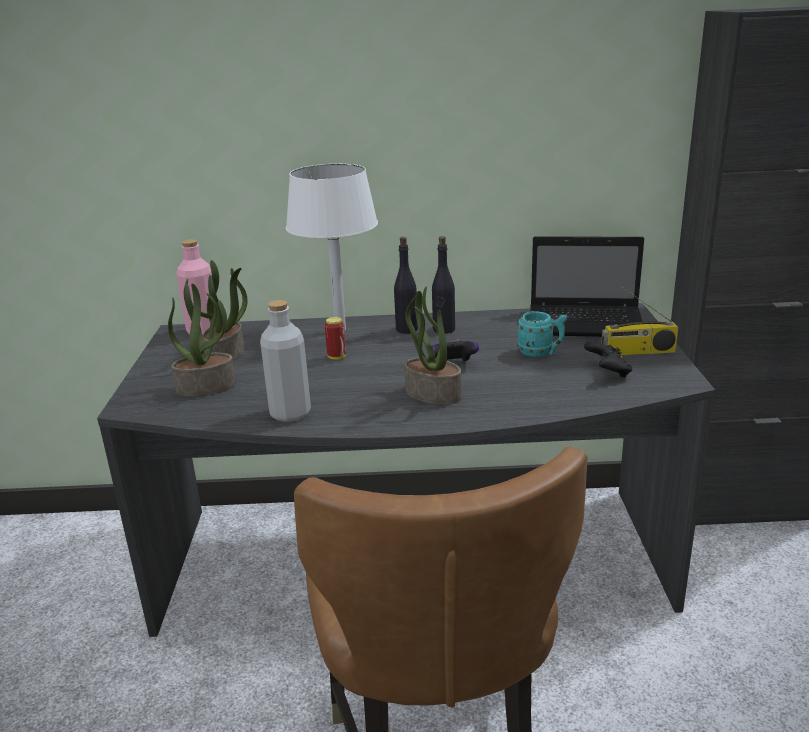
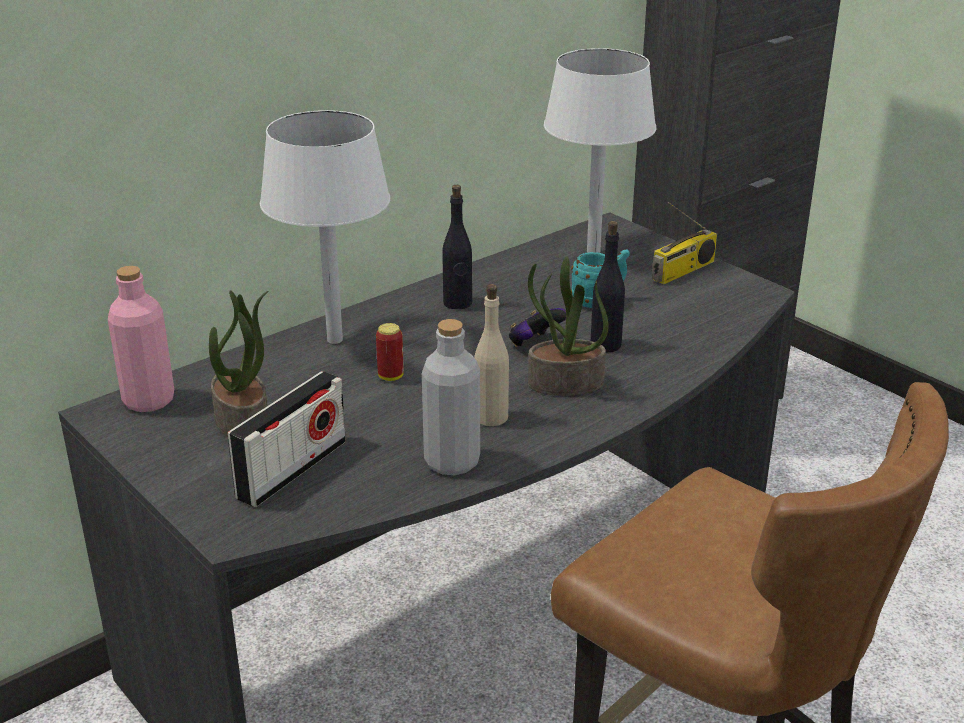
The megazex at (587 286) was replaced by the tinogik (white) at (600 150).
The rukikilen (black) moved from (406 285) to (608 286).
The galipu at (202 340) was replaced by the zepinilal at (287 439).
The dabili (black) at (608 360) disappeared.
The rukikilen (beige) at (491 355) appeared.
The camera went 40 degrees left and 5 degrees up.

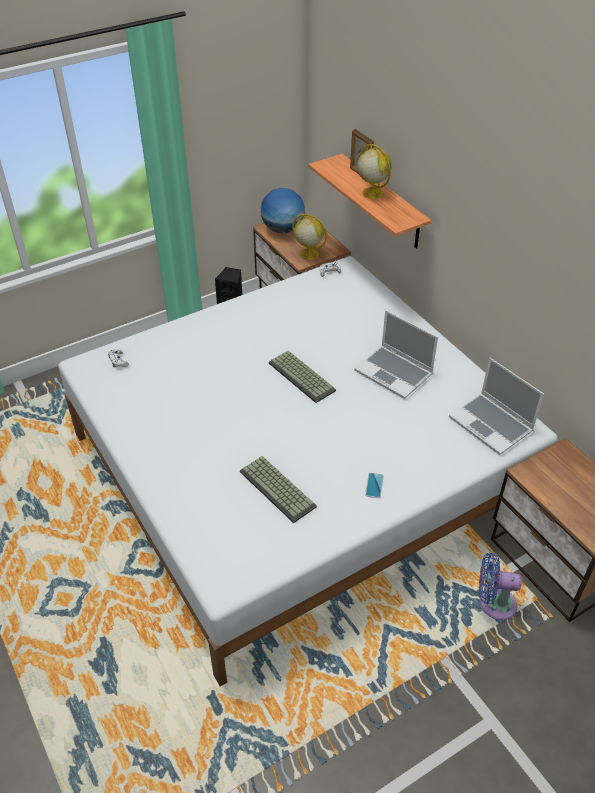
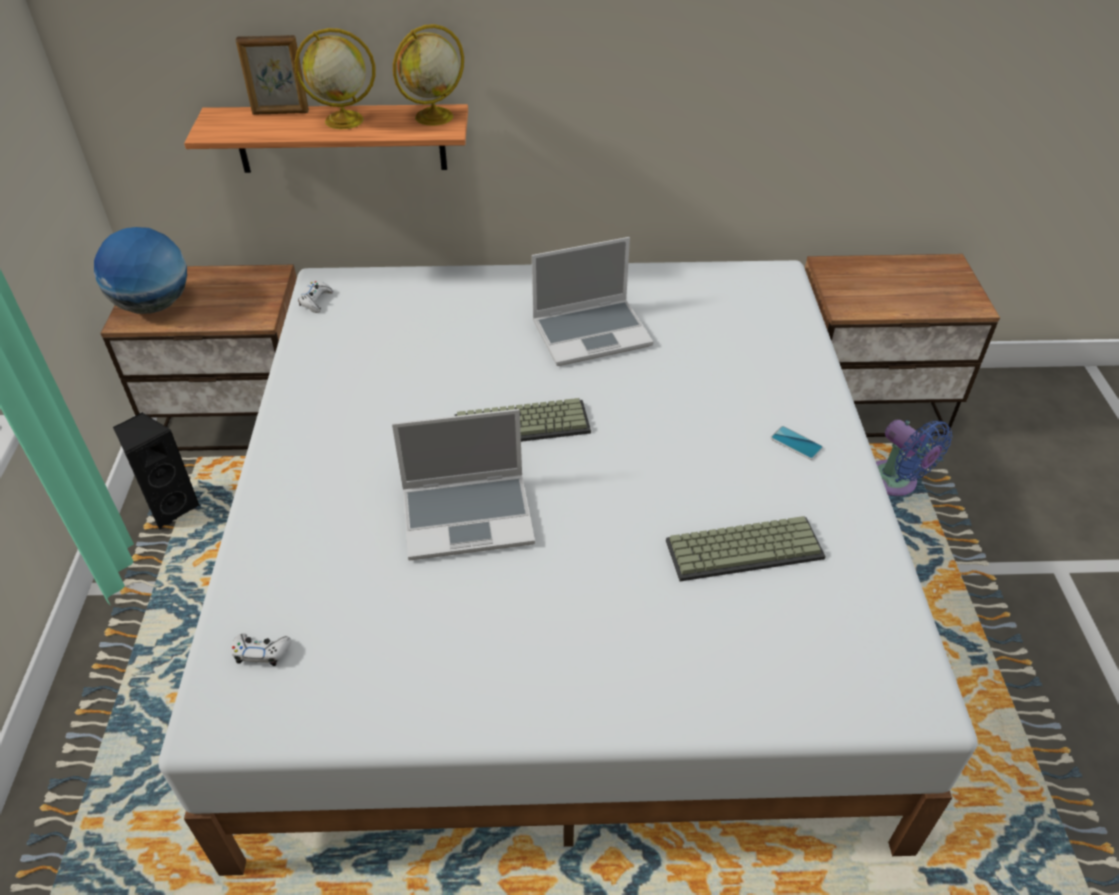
The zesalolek moved from (309 237) to (428 75).
The megazex moved from (496 406) to (463 484).
The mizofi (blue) at (500 587) turned 75 degrees counterclockwise.
The camera went 60 degrees left and 0 degrees up.

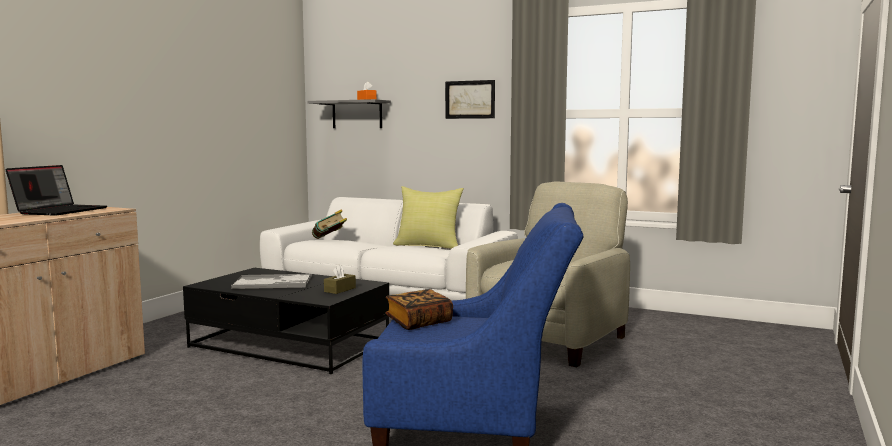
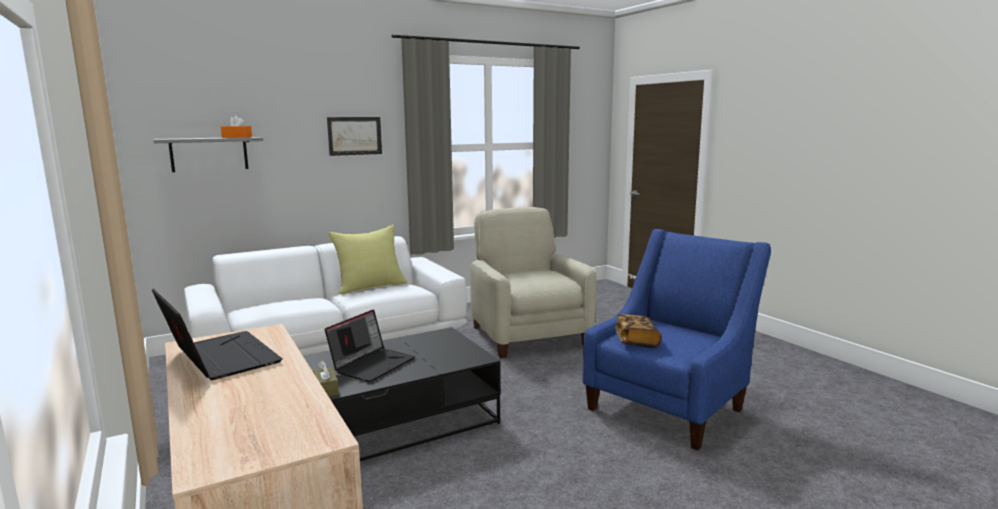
The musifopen at (329 224) disappeared.
The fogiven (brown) moved from (340 279) to (326 378).
The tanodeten at (271 281) was replaced by the megazex at (370 345).
The camera went 55 degrees left and 5 degrees up.

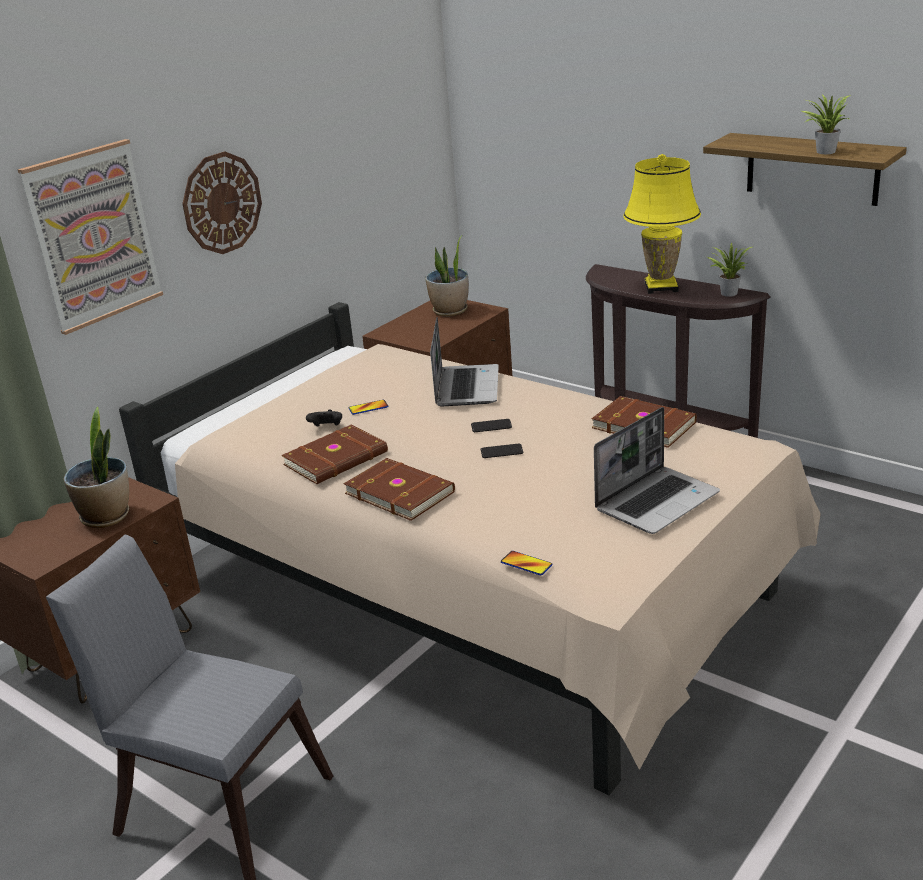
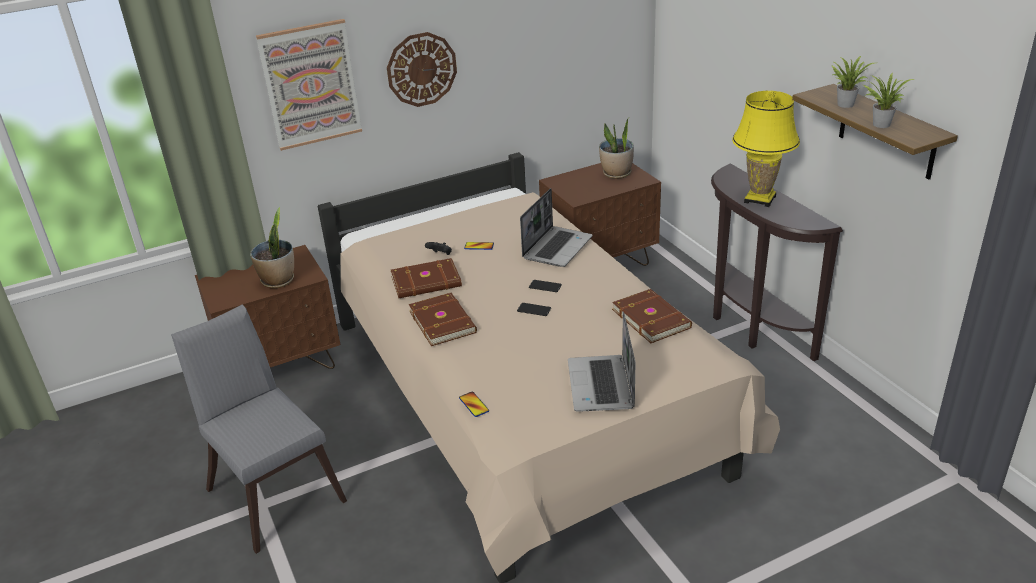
The galipu moved from (729 270) to (852 82).
The megazex at (657 470) turned 105 degrees clockwise.
The camera went 25 degrees right and 5 degrees up.

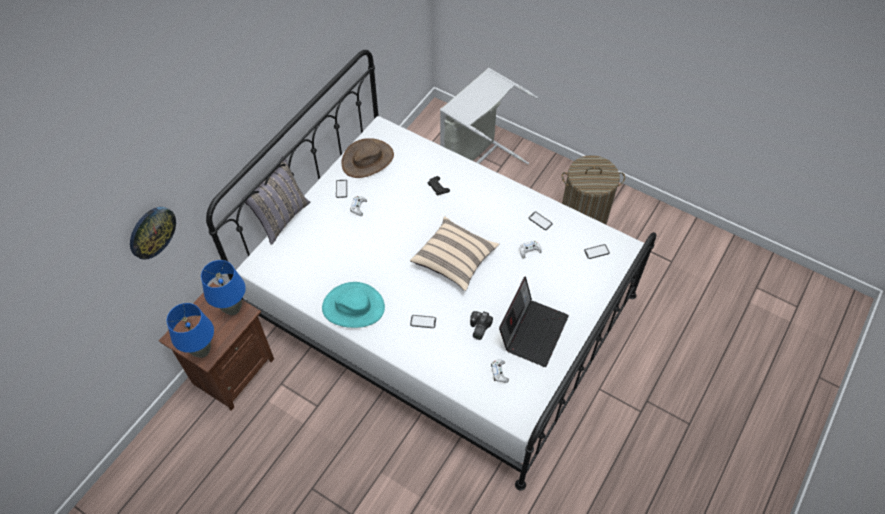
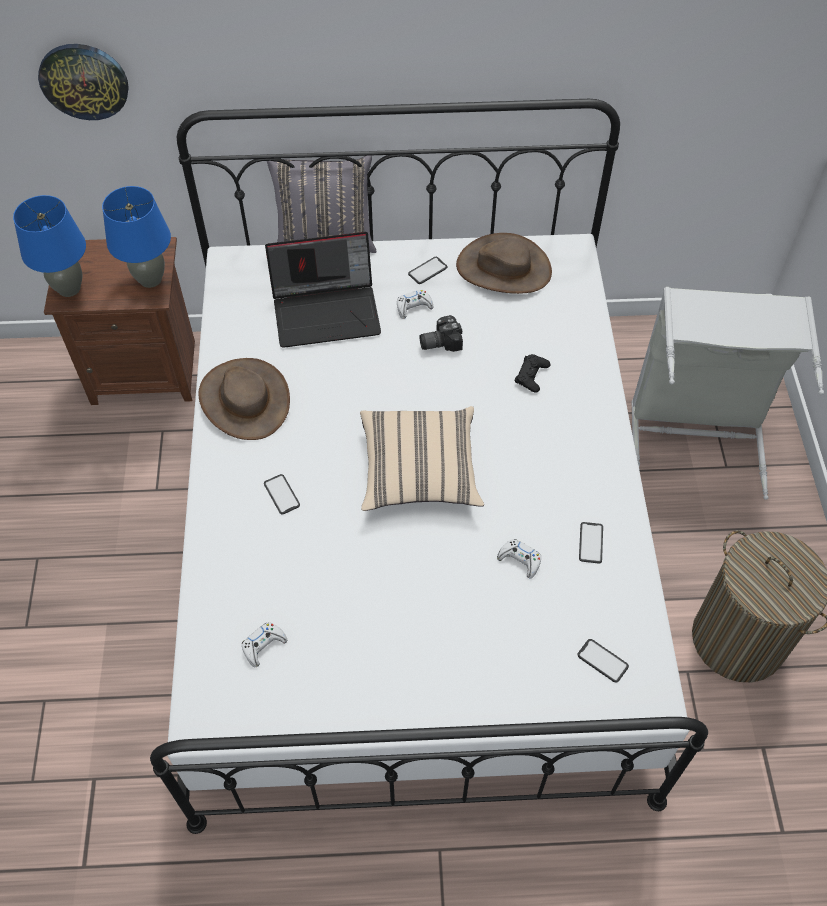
The megazex moved from (534 321) to (323 290).
The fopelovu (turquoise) at (353 305) became the fopelovu (brown) at (244 399).
The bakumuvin moved from (481 325) to (441 333).
The camera went 55 degrees right and 0 degrees up.

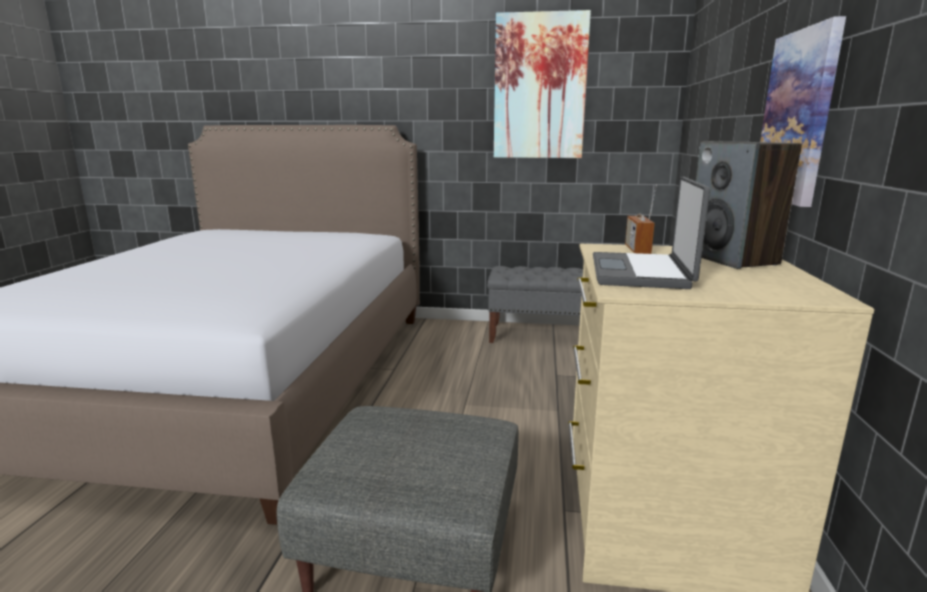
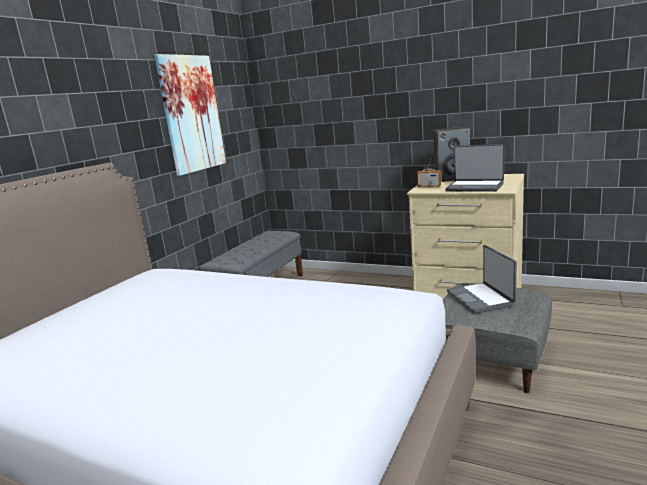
The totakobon at (803 111) disappeared.
The megazex at (482 279) appeared.
The camera went 70 degrees left and 0 degrees up.

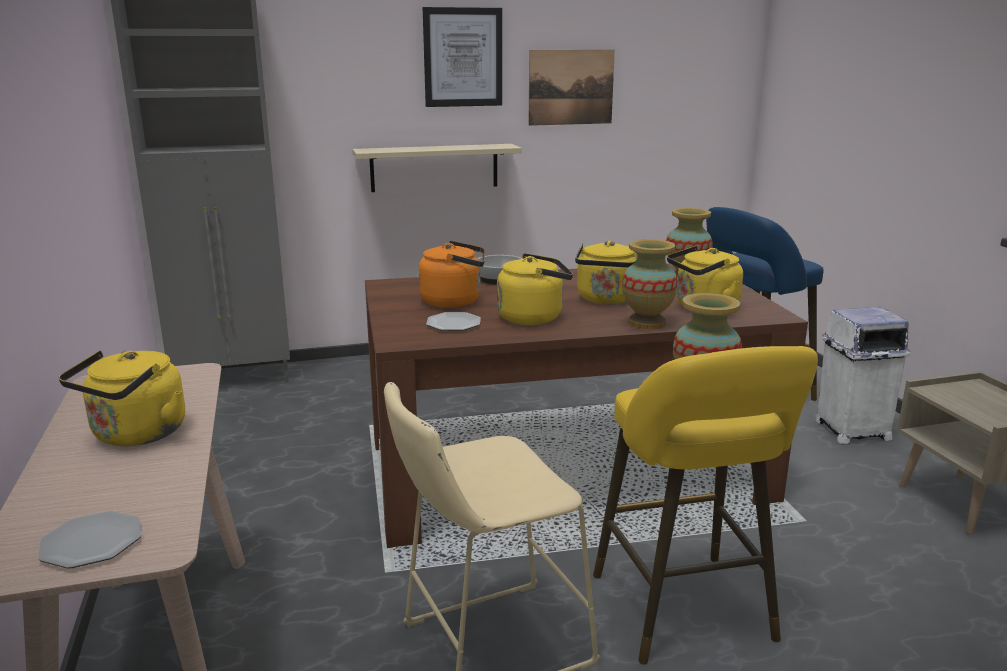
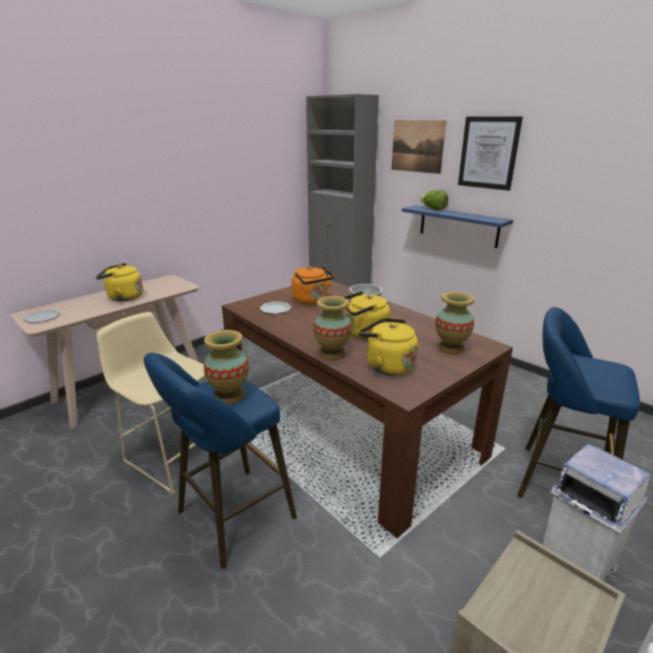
The totakobon moved from (571 88) to (419 147).
The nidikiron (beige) at (437 168) became the nidikiron (blue) at (457 226).
The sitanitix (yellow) at (535 289) disappeared.
The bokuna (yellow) at (705 505) became the bokuna (blue) at (220 461).
The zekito at (434 200) appeared.
The camera went 60 degrees right and 5 degrees up.

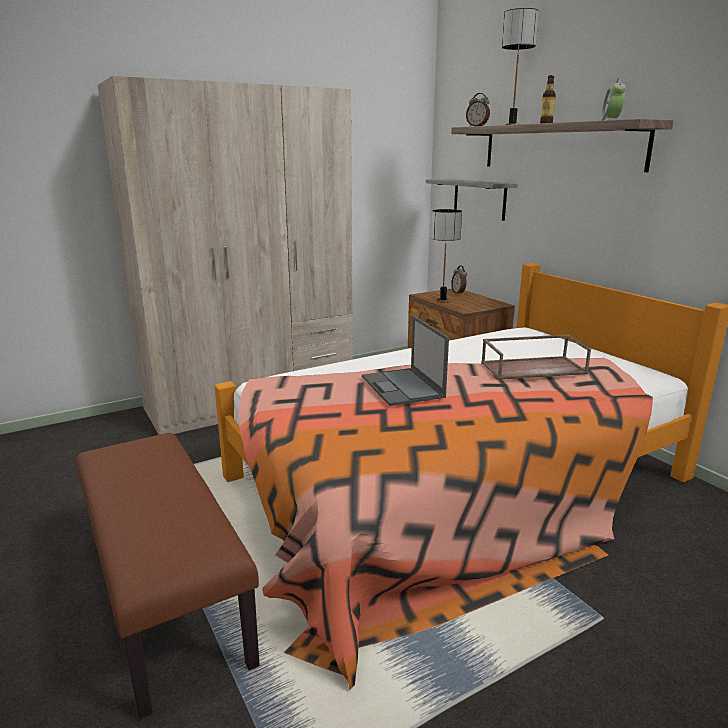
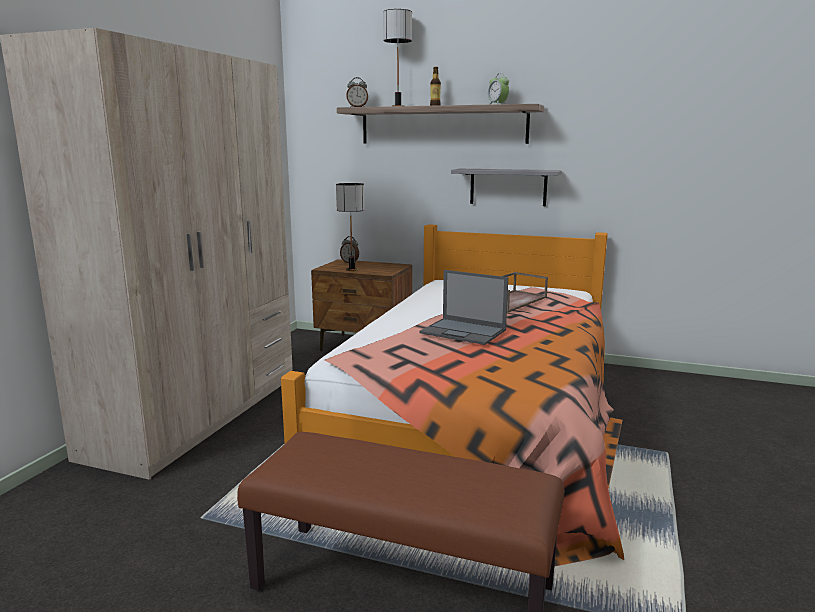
The nidikiron (grey) moved from (472 200) to (506 187).
The camera went 40 degrees left and 5 degrees down.

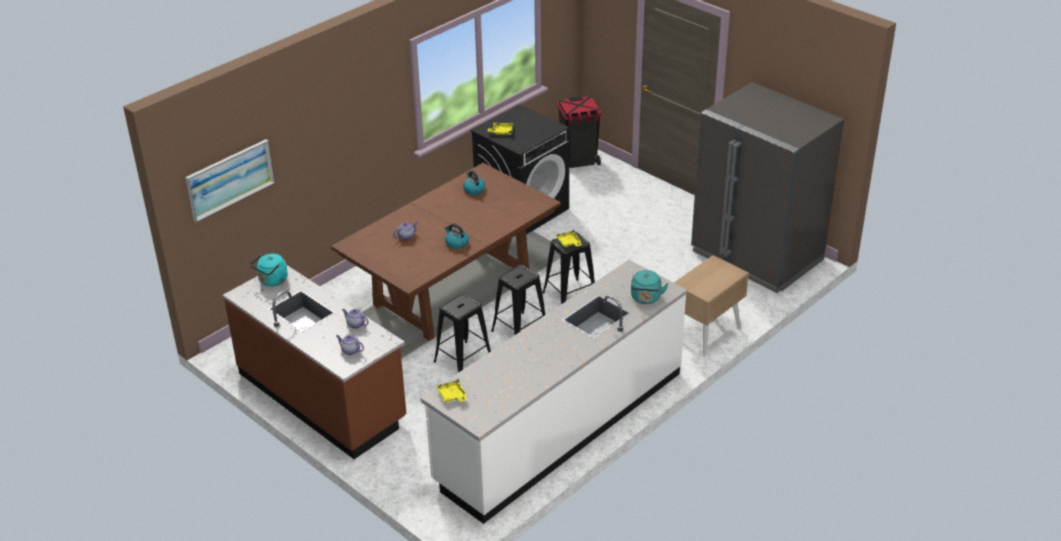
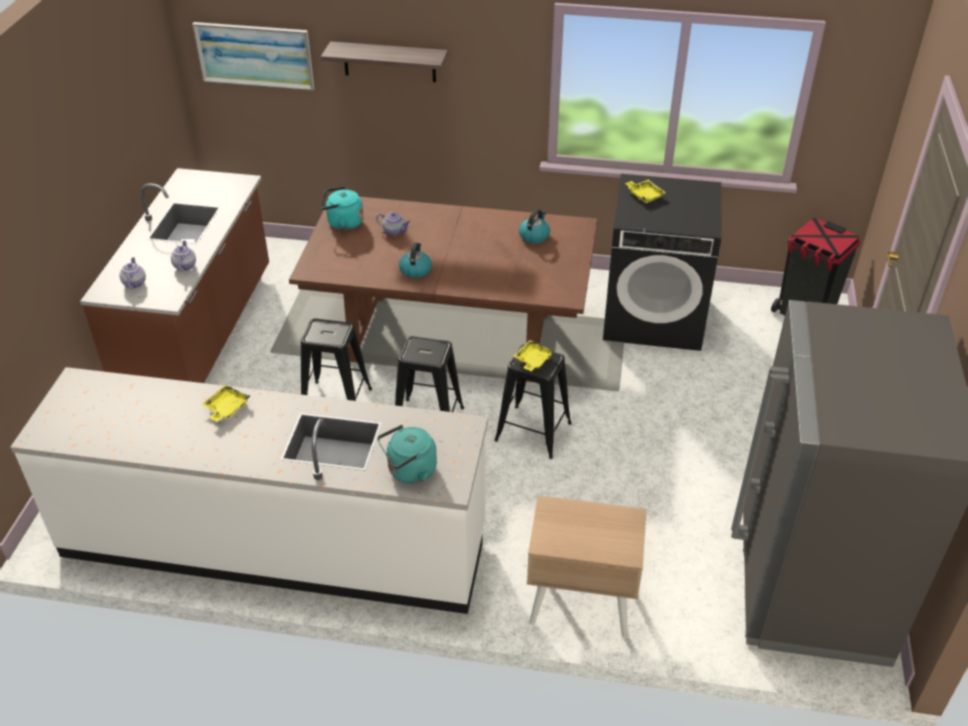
The sitanitix (turquoise) moved from (269 269) to (342 208).
The tanodeten (yellow) moved from (451 390) to (225 403).
The nidikiron at (384 61) appeared.
The camera went 55 degrees right and 5 degrees up.

